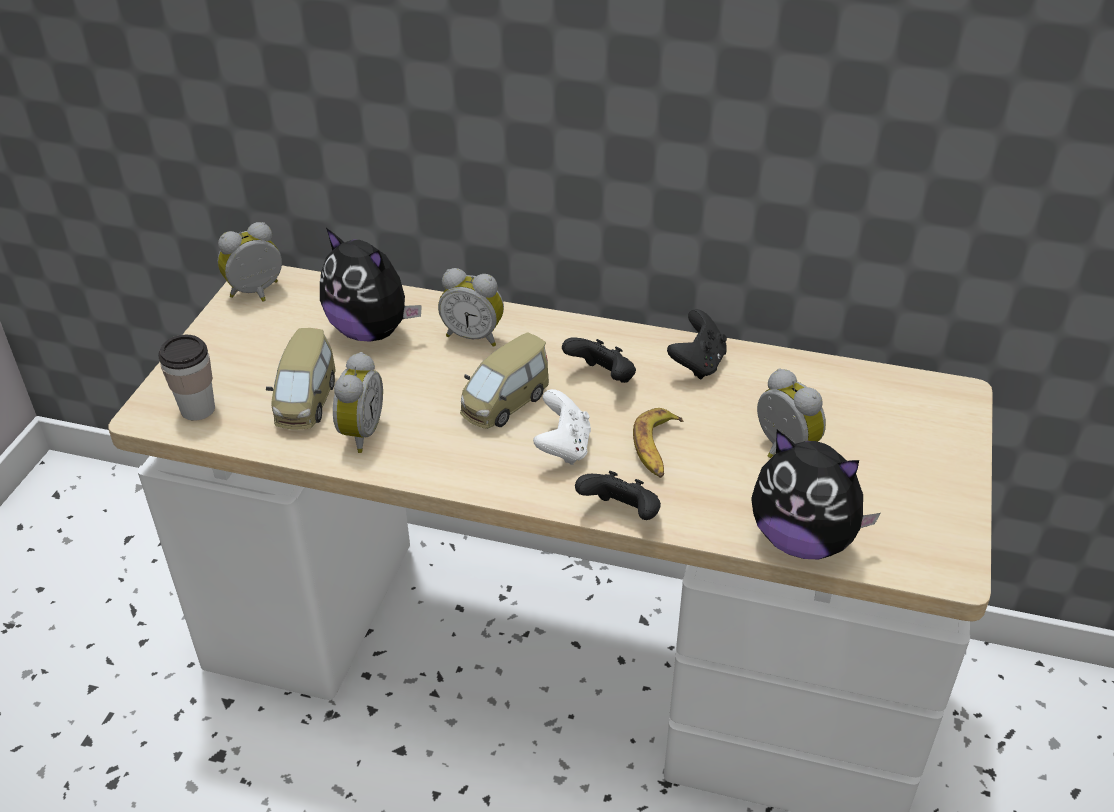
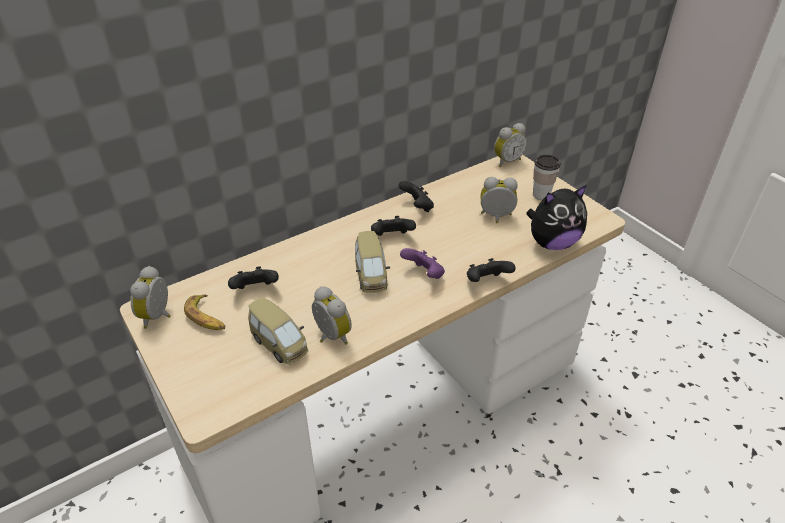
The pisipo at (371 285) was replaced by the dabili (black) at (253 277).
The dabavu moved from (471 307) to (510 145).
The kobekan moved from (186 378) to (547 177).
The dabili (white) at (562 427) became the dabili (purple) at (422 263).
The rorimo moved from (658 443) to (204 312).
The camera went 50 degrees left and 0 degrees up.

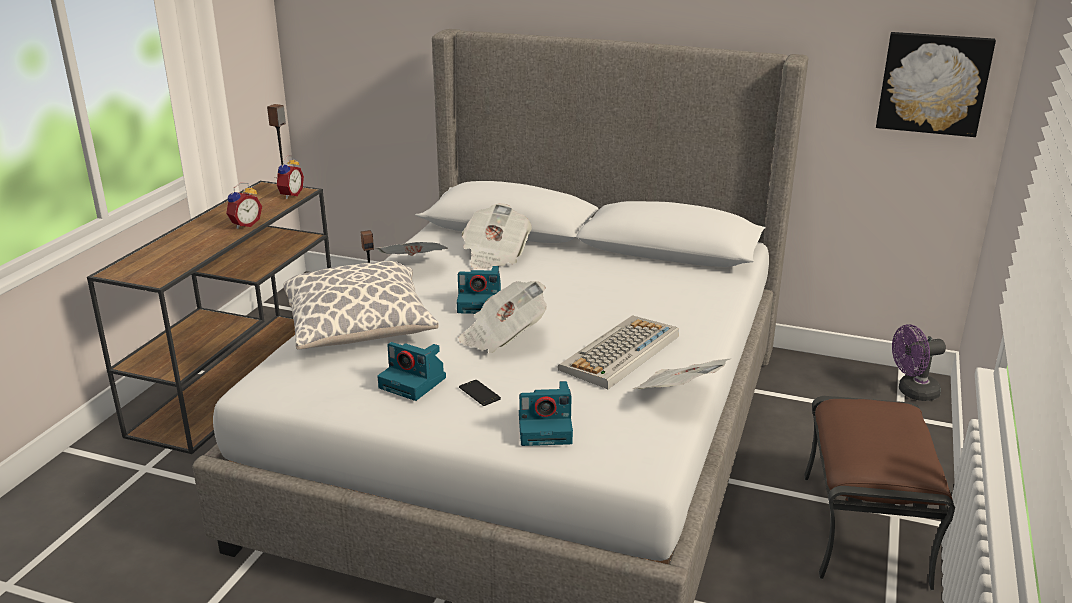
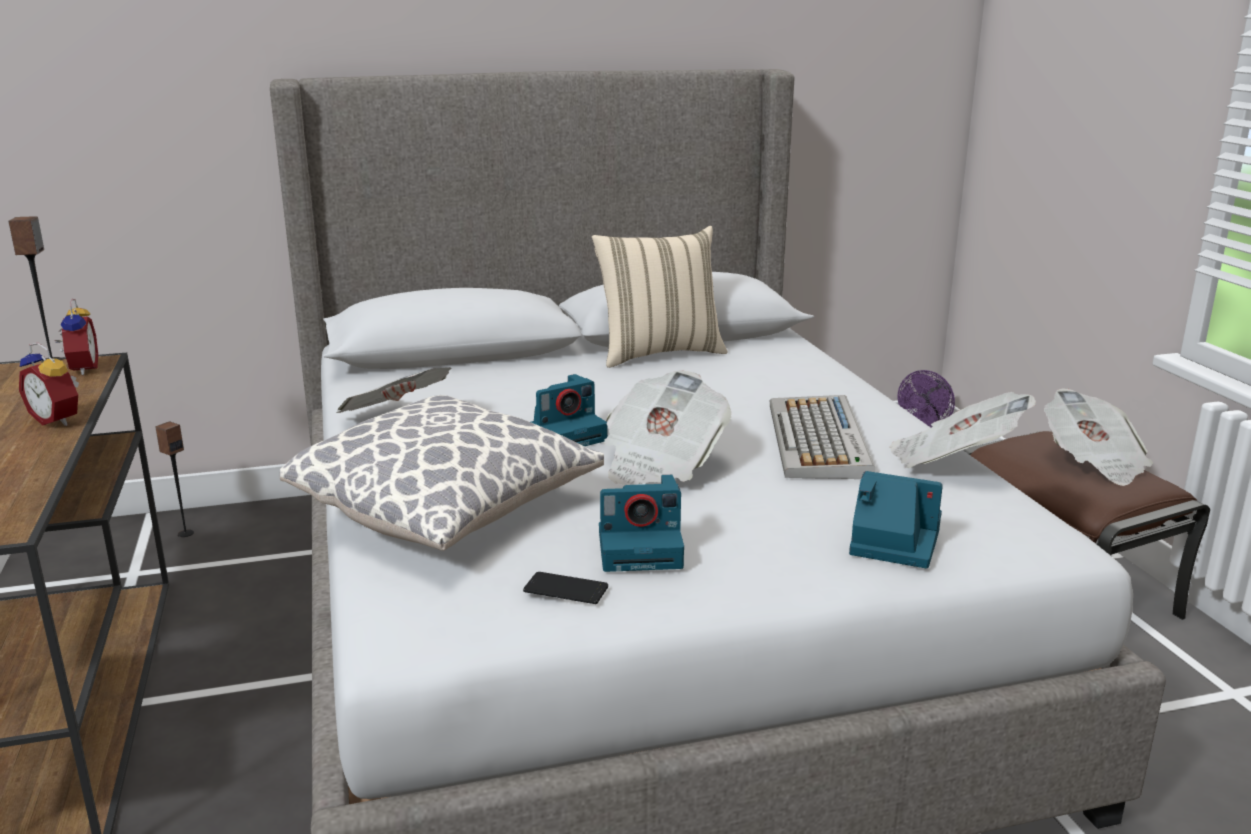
The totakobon at (936 84) disappeared.
The dabavu at (244 206) turned 120 degrees clockwise.
The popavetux moved from (497 236) to (1098 437).
The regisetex moved from (480 393) to (565 588).
The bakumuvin at (546 413) turned 120 degrees counterclockwise.
The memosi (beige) at (660 297) appeared.
The camera went 35 degrees left and 5 degrees down.

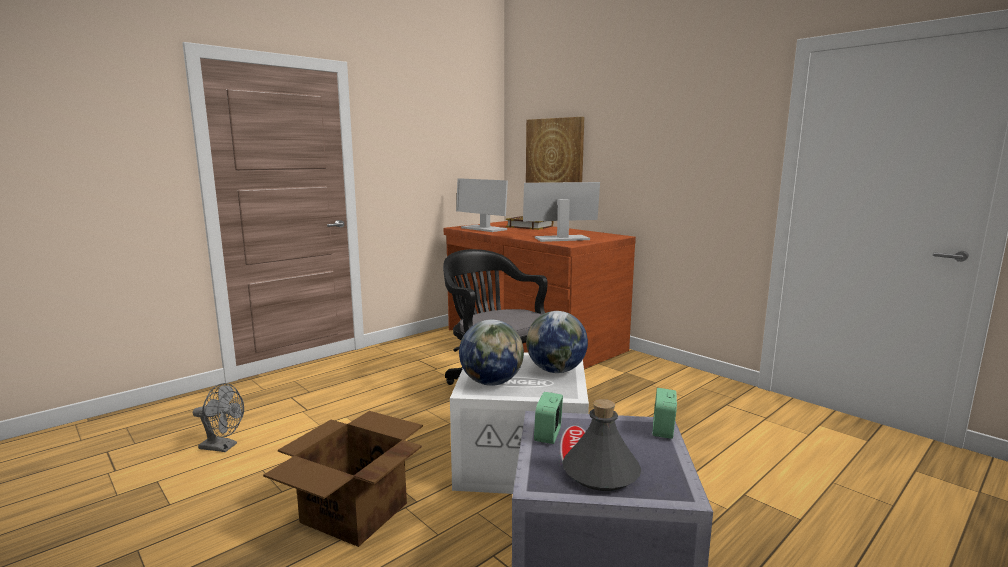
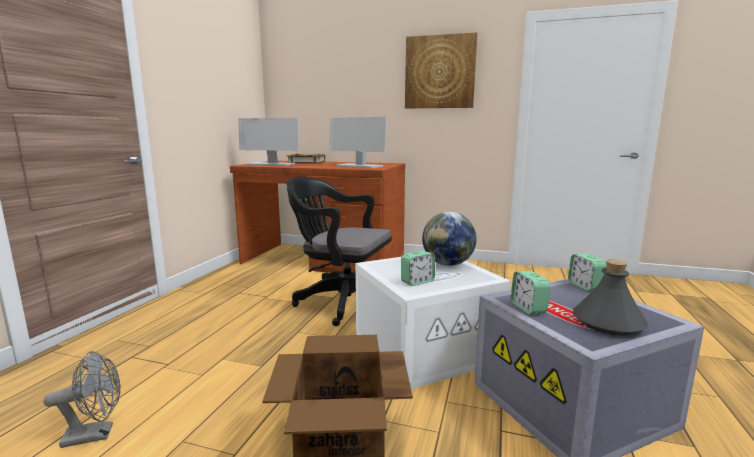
The totakobon moved from (555 150) to (441 70).
The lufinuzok at (561 212) turned 105 degrees counterclockwise.
The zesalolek at (491 353) was replaced by the dabavu at (418 268).
The camera went 30 degrees left and 0 degrees up.

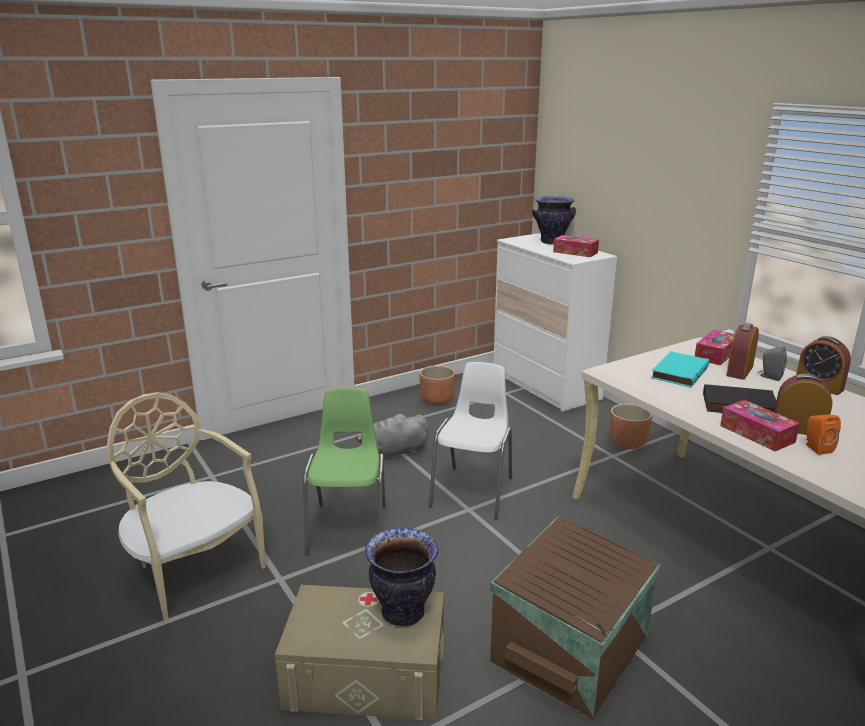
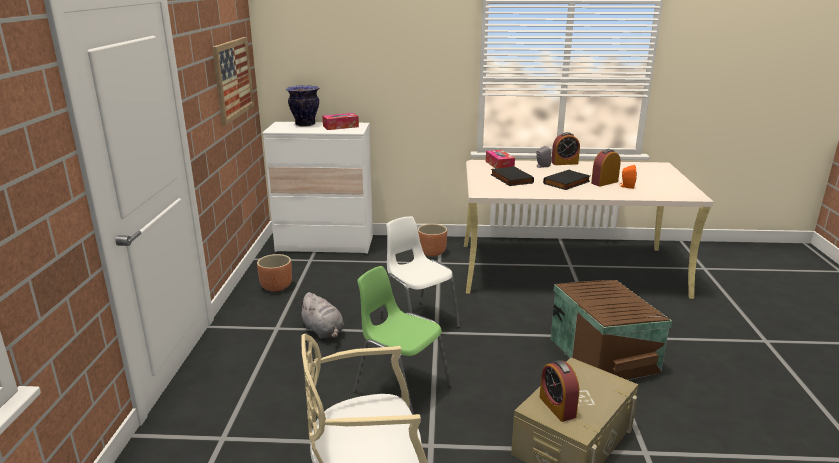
The dabavu moved from (742 351) to (559 391).
The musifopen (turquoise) at (680 369) became the musifopen (black) at (512 176).
The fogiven at (760 425) disappeared.
The pisipo (grey) at (392 436) turned 60 degrees counterclockwise.
The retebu at (401 577) disappeared.
The totakobon at (233 81) appeared.
The camera went 55 degrees left and 0 degrees up.

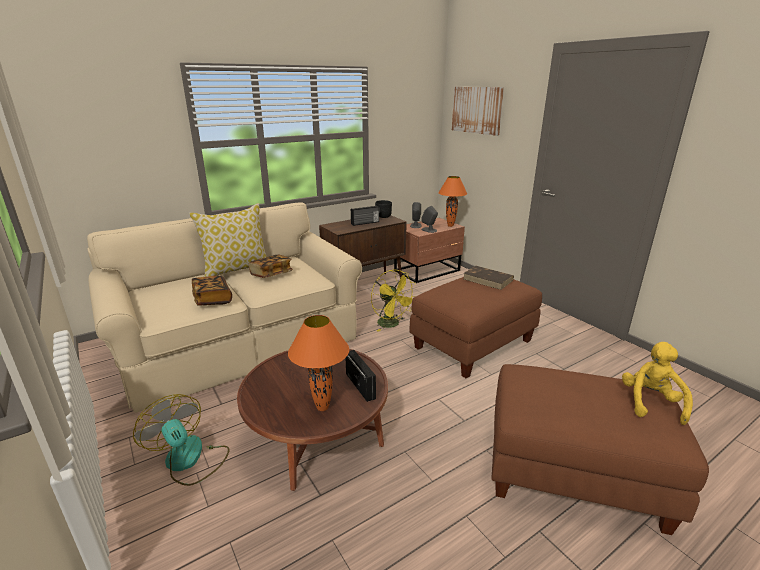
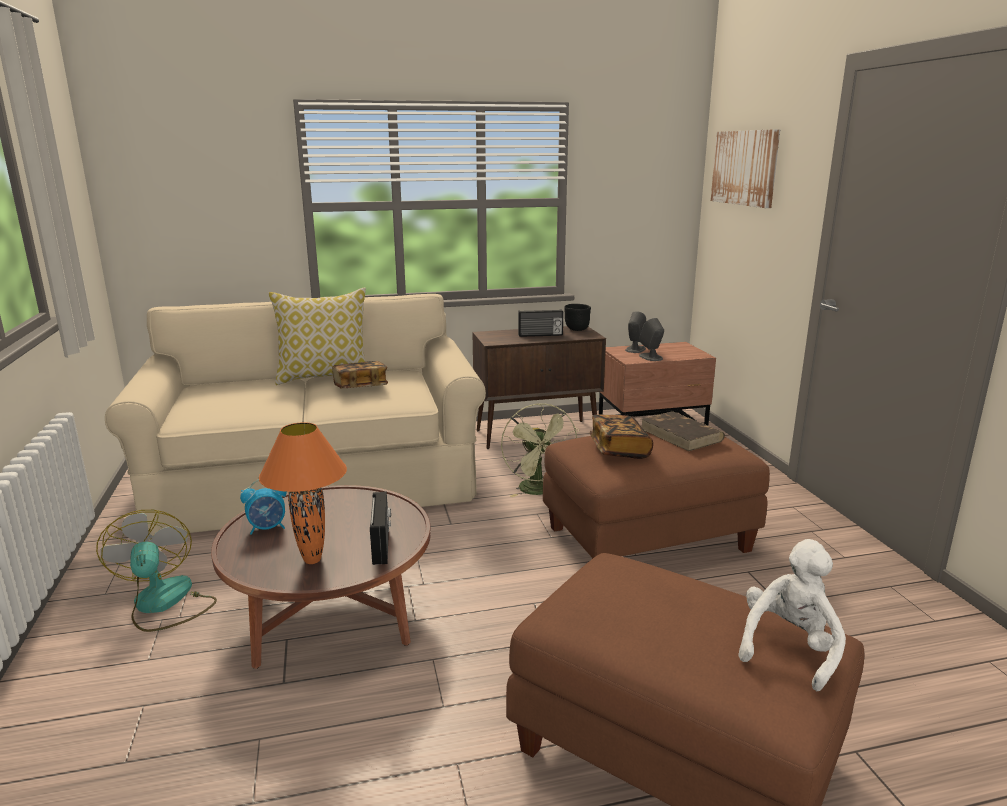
The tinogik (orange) at (452 201) disappeared.
The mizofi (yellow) at (393 301) became the mizofi (green) at (540 450).
The musifopen moved from (212 290) to (621 436).
The pisipo (yellow) at (657 383) became the pisipo (white) at (792 615).
The dabavu at (263 507) appeared.
The camera went 20 degrees right and 5 degrees down.

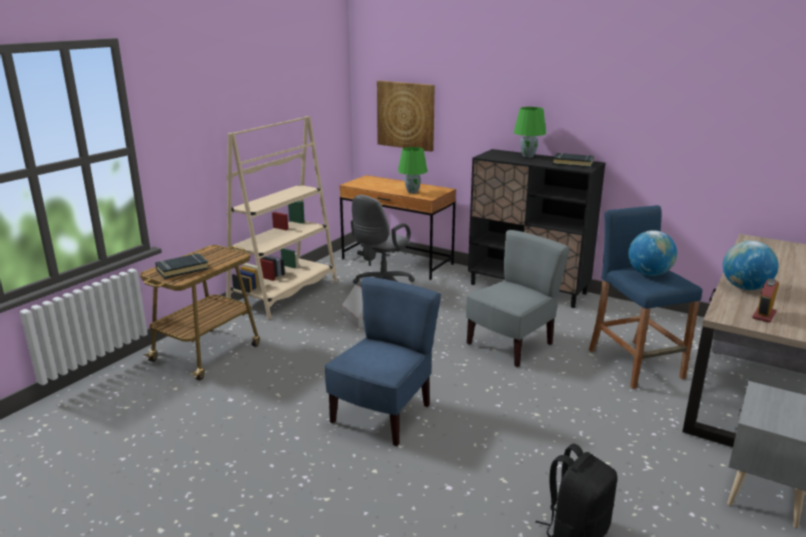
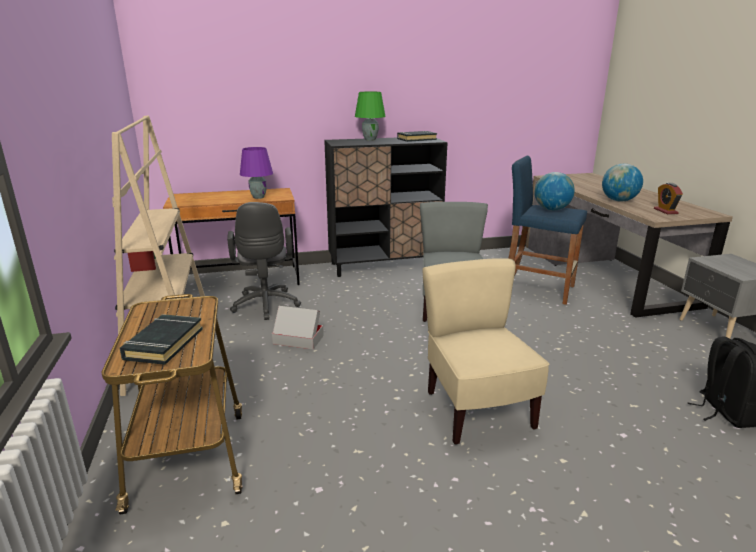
The totakobon at (406 116) disappeared.
The tinogik (green) at (412 170) became the tinogik (purple) at (256 173).
The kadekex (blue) at (383 361) became the kadekex (beige) at (486 351).
The camera went 45 degrees left and 0 degrees up.

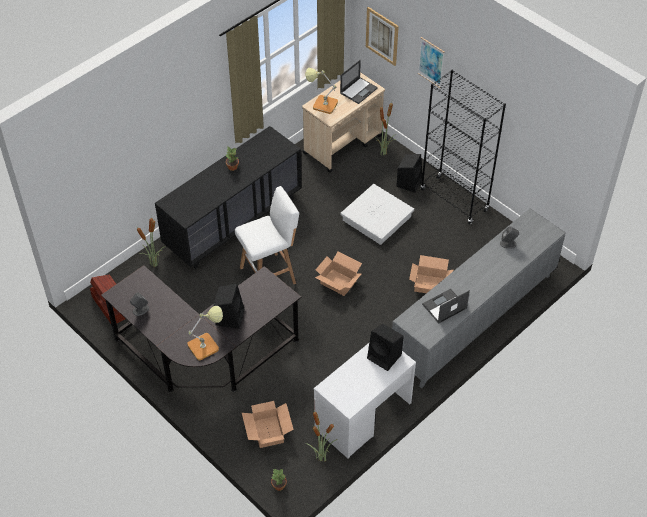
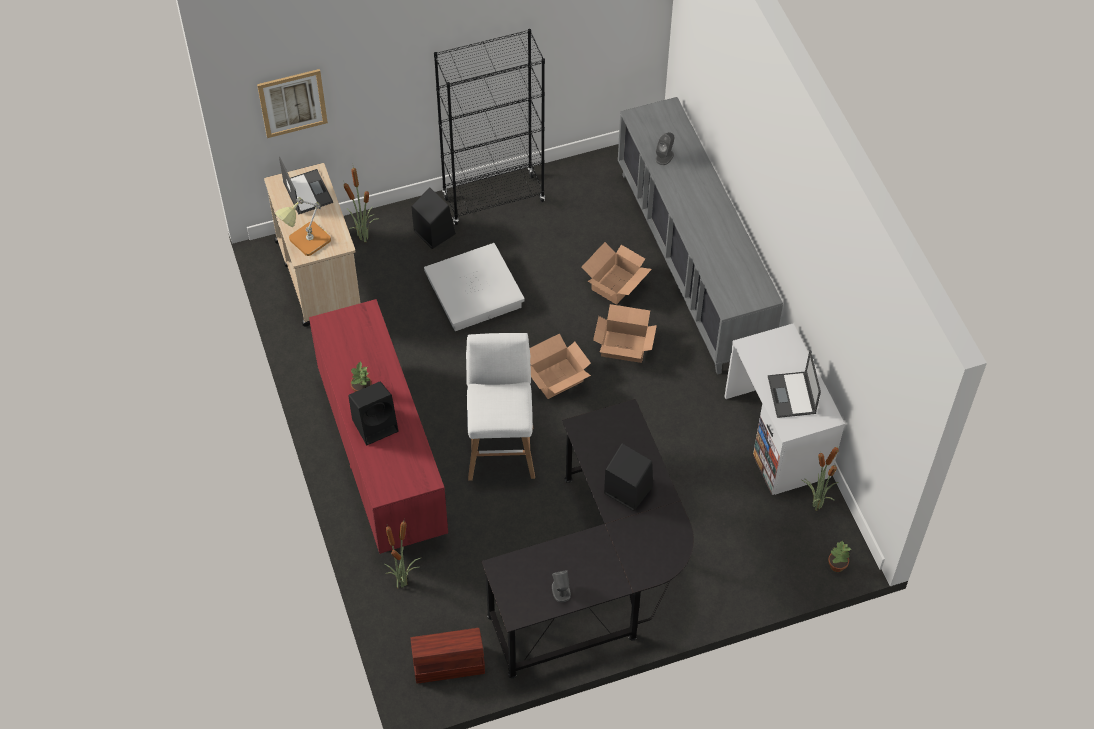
The totakobon at (431 62) disappeared.
The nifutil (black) at (228 197) became the nifutil (red) at (378 426).
The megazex moved from (446 306) to (794 384).
The tinogik at (205 333) disappeared.
The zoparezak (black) moved from (385 347) to (373 413).
The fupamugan moved from (268 424) to (625 333).
The camera went 65 degrees left and 5 degrees up.

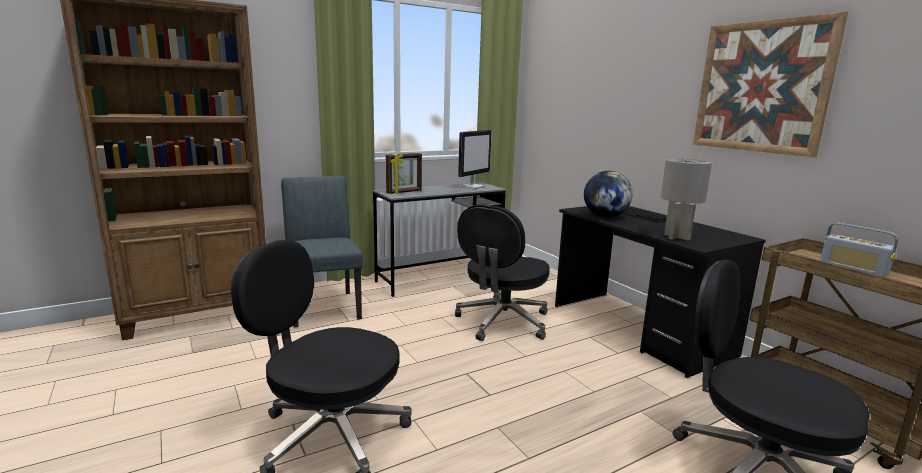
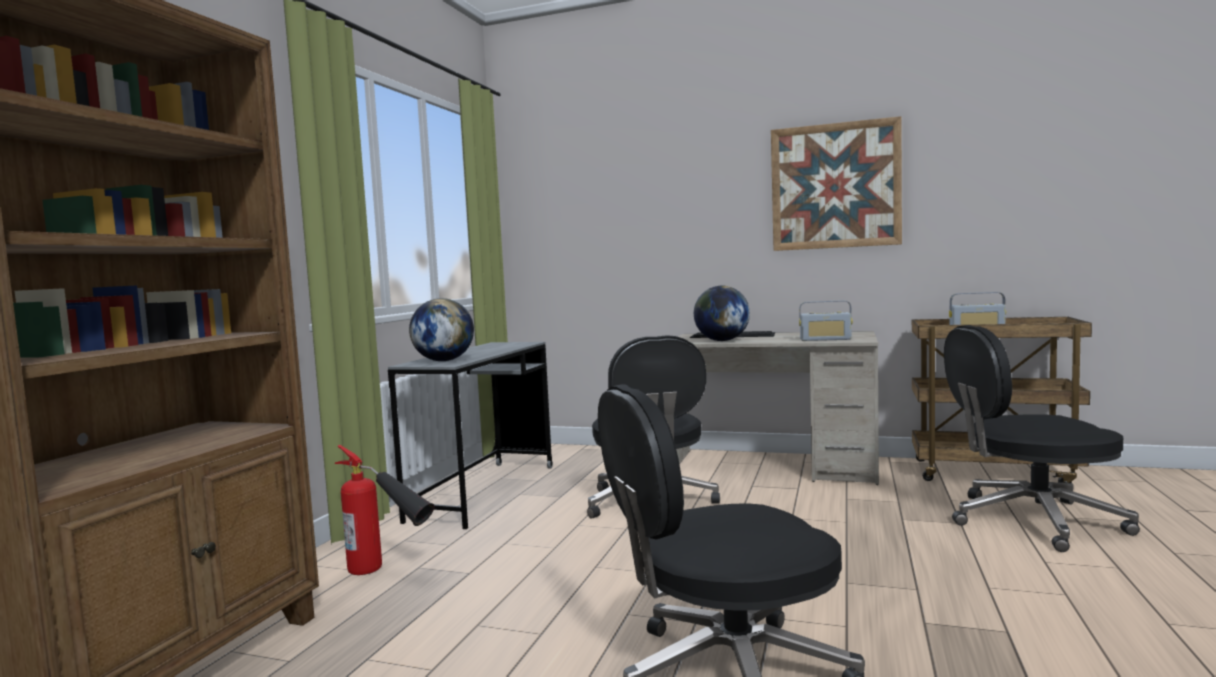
The lufinuzok at (475 159) disappeared.
The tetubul at (404 173) was replaced by the zesalolek at (441 329).
The tinogik (grey) at (686 199) was replaced by the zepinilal at (825 320).
The kadekex (grey) at (322 252) was replaced by the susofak at (384 510).
The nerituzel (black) at (660 292) became the nerituzel (beige) at (777 408).
The camera went 40 degrees left and 10 degrees down.

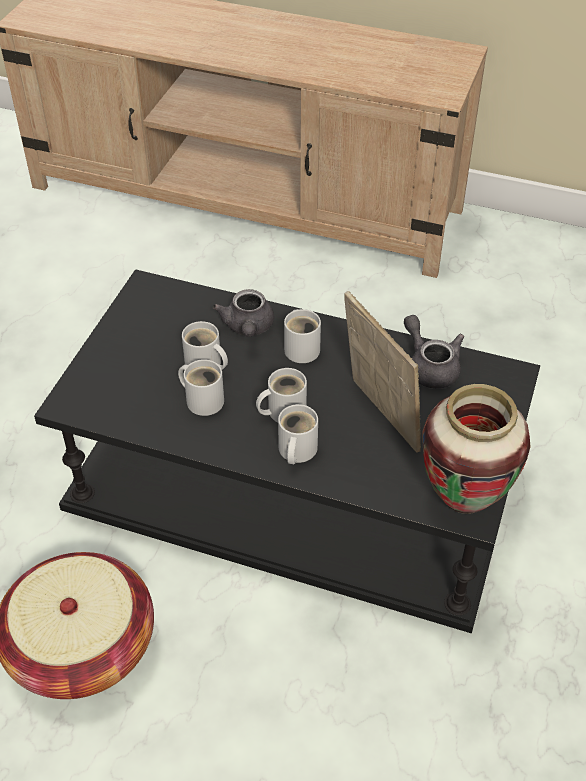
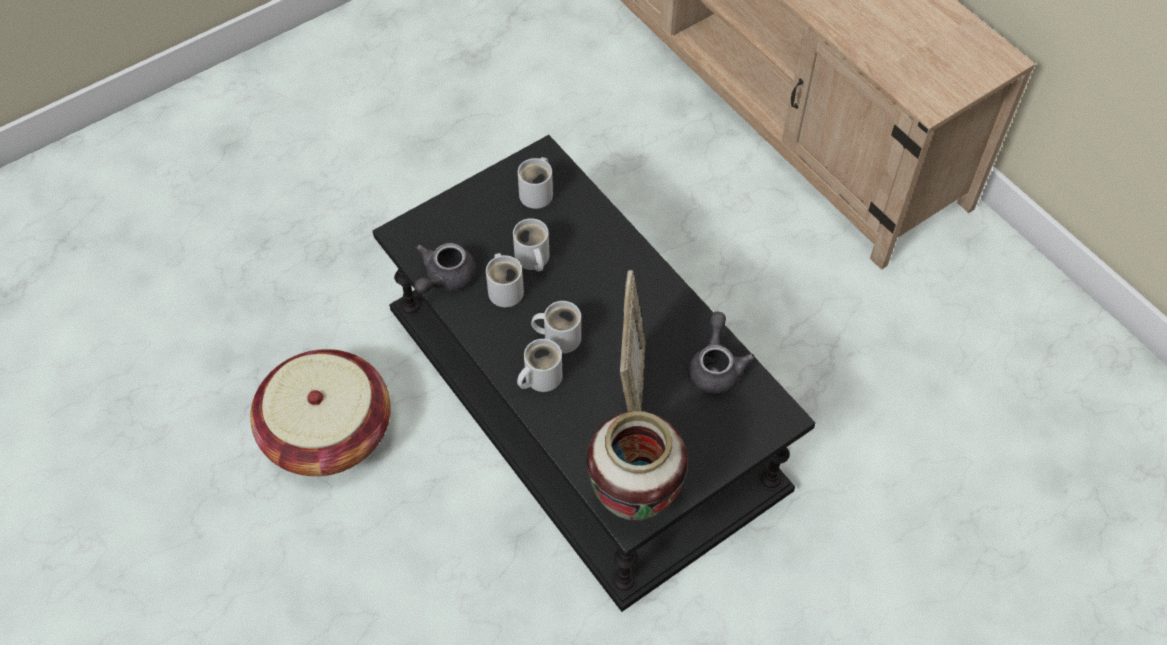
The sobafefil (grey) moved from (243 313) to (445 268).
The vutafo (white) moved from (302 336) to (535 183).
The camera went 35 degrees right and 10 degrees up.

